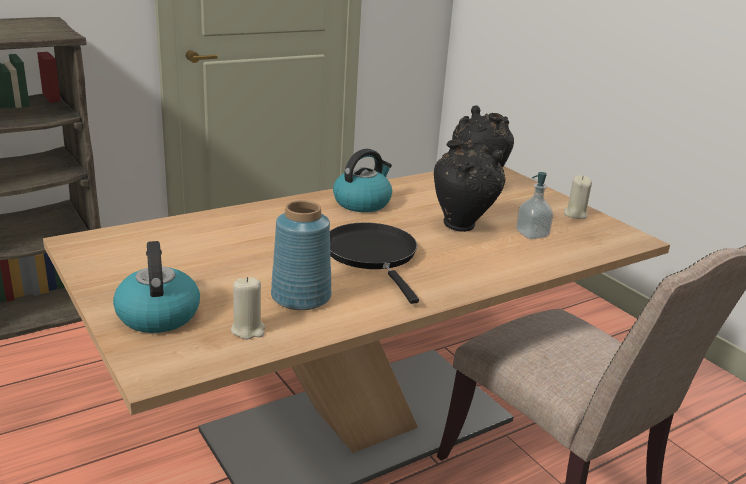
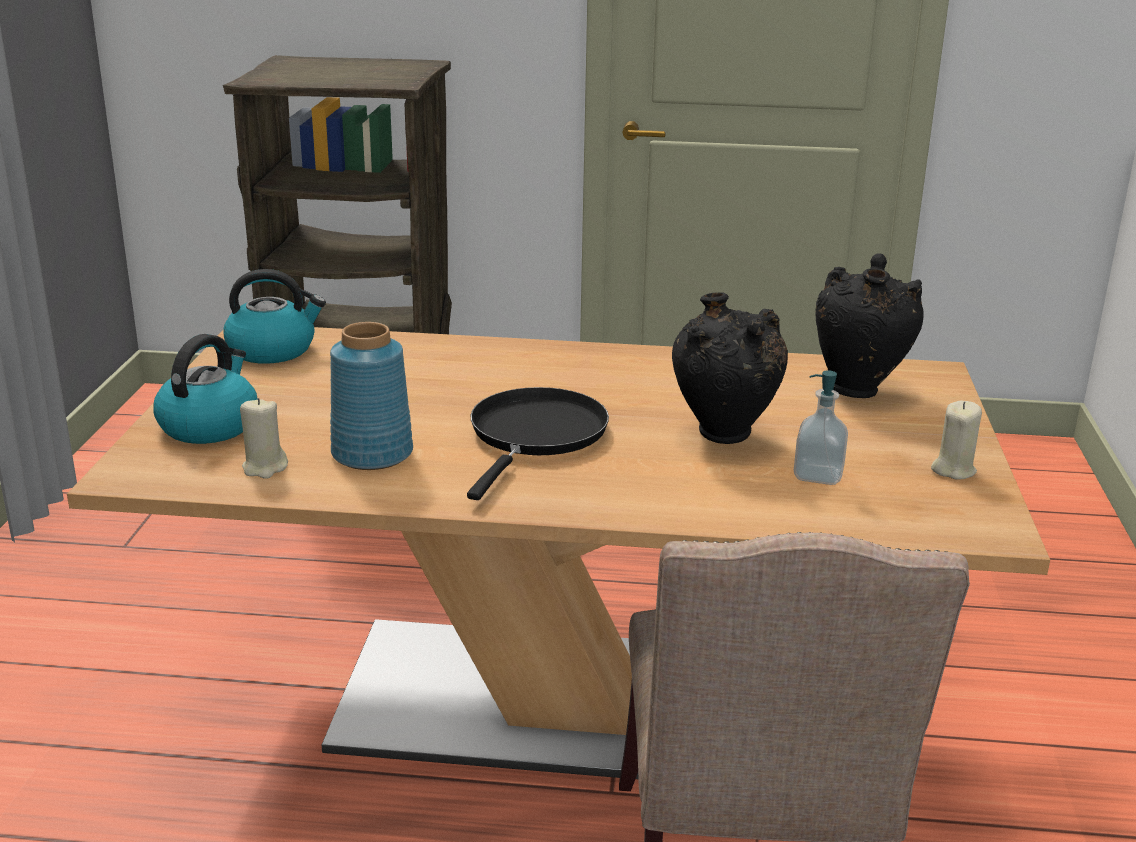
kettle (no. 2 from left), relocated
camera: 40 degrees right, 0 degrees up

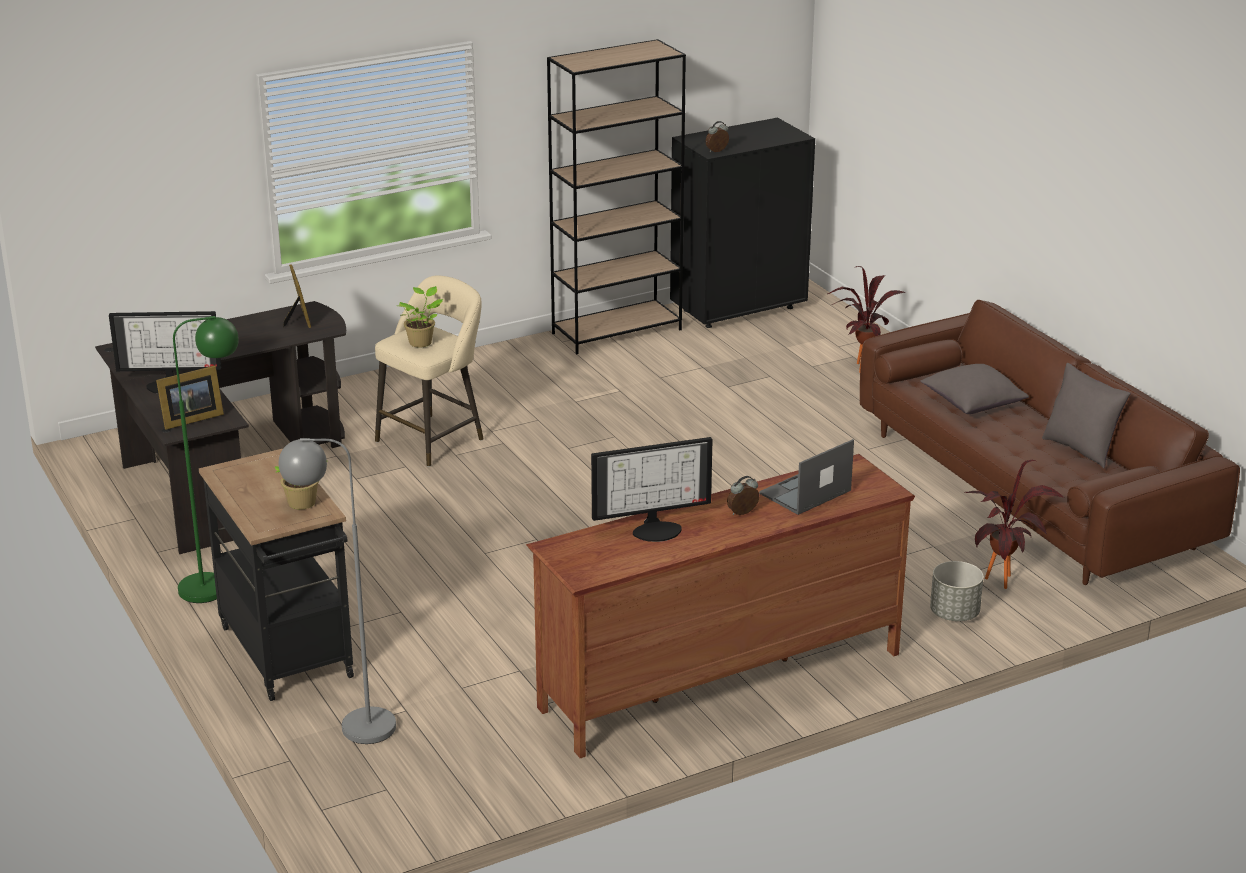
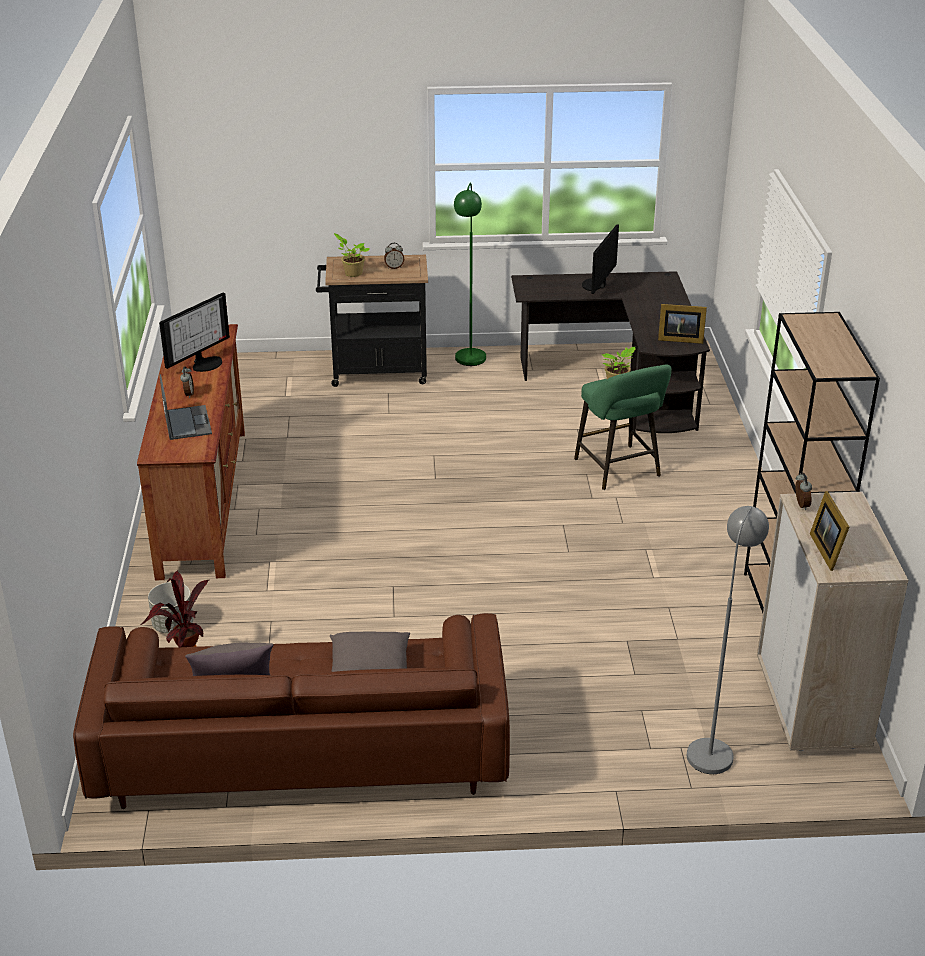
cabinet (black) -> cabinet (beige)
potted plant (no. 3 from left) -> none
stool (beige) -> stool (green)
picture frame (no. 1 from left in the first image) -> picture frame (no. 2 from left), relocated
monitor (no. 2 from left in the first image) -> monitor (no. 1 from left), 150 degrees counterclockwise
floor lamp (grey), relocated
none -> alarm clock (no. 2 from left)
camera: 115 degrees right, 5 degrees up

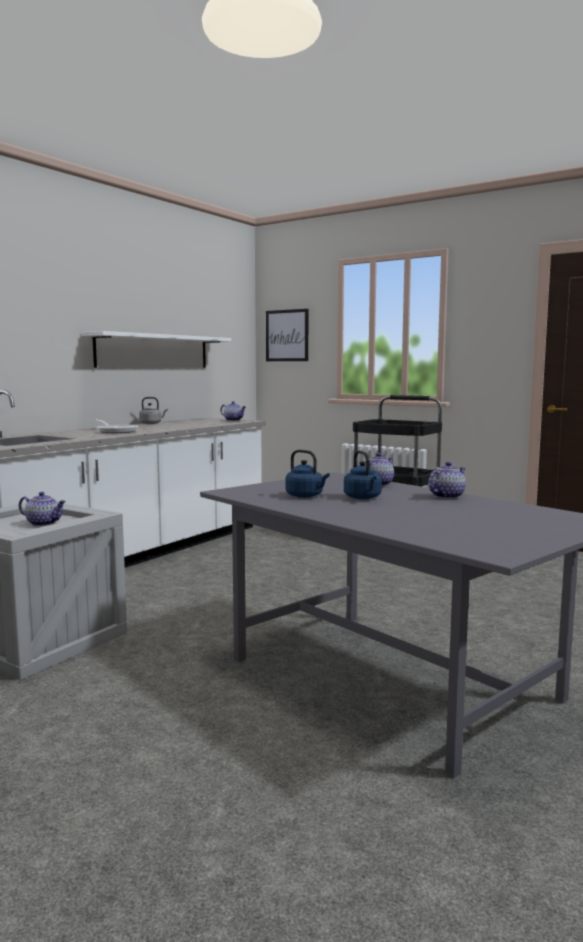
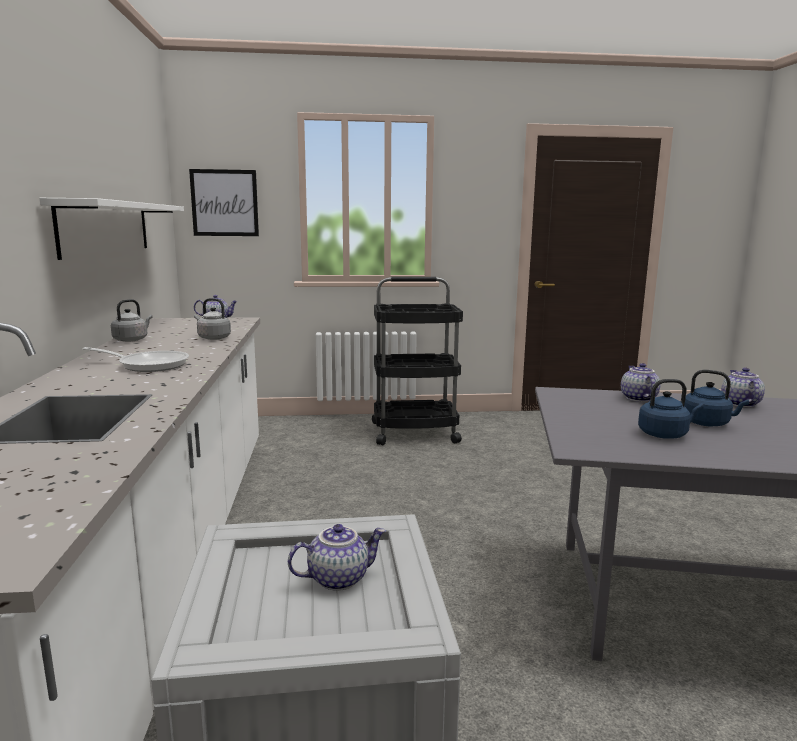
none -> kettle (grey) (no. 2 from left)
camera: 40 degrees left, 5 degrees up

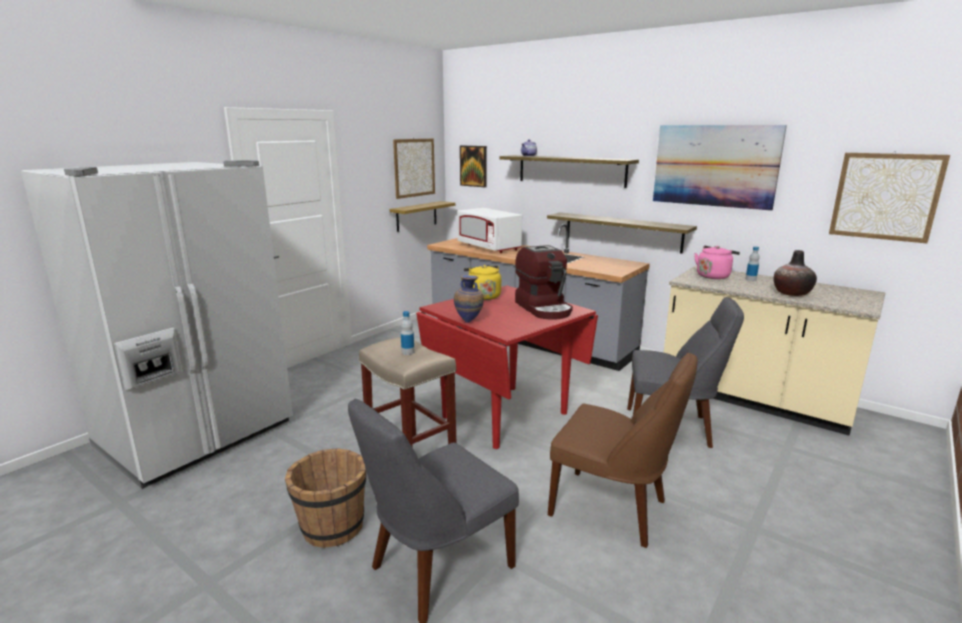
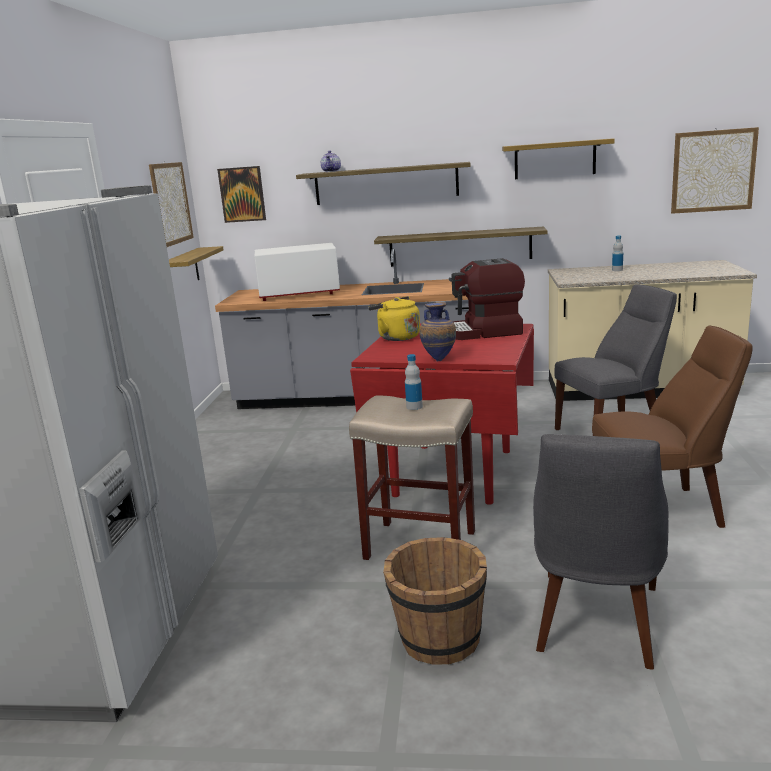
picture (no. 3 from left) -> shelf (no. 4 from left)
microwave (white), 150 degrees clockwise
coffee machine, 135 degrees clockwise
kettle (pink) -> none
vase (no. 2 from left) -> none
camera: 30 degrees left, 0 degrees up

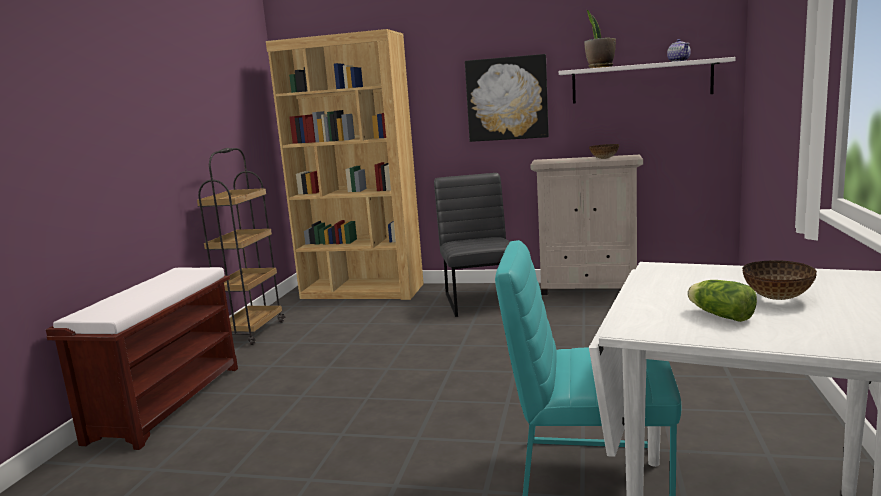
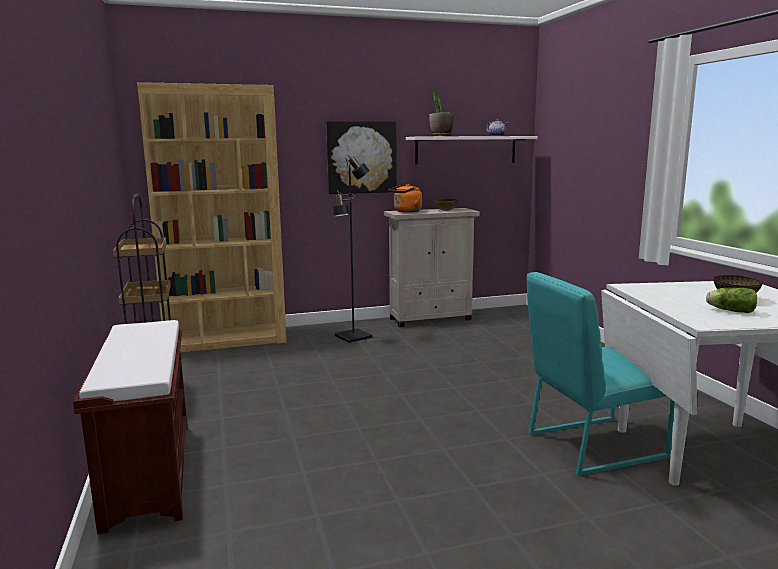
chair (grey) -> floor lamp (black)
none -> kettle (orange)
camera: 30 degrees left, 0 degrees up

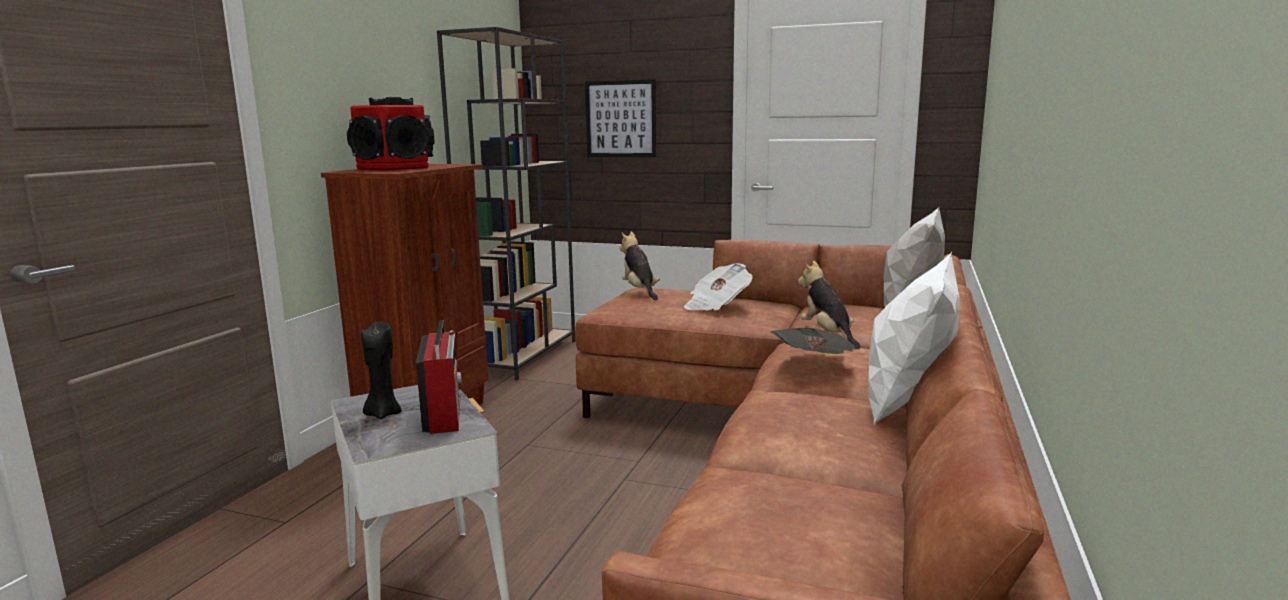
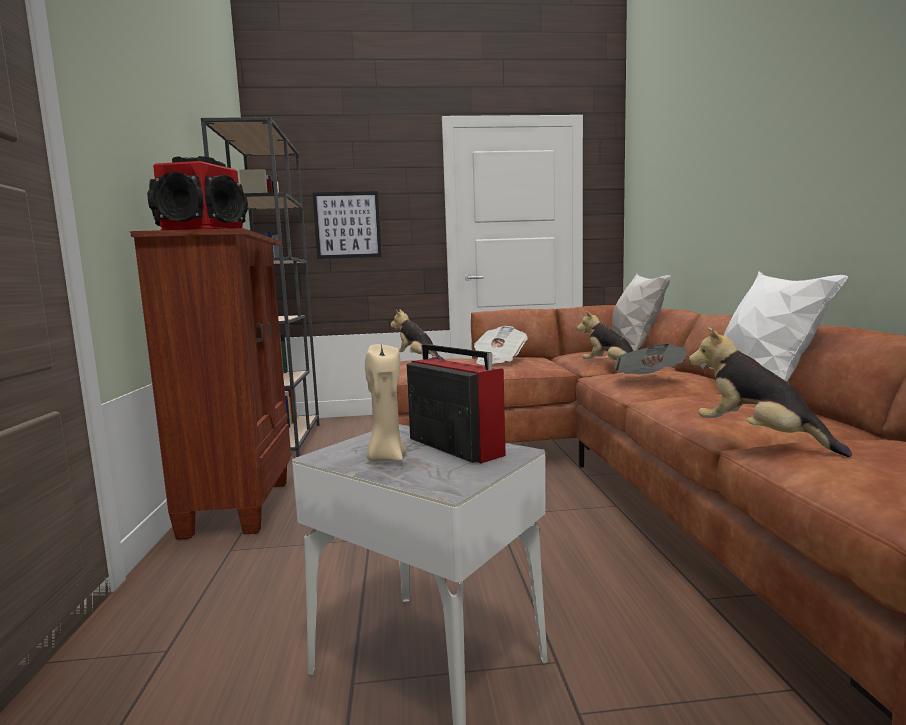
candle (black) -> candle (beige)
none -> plush toy (no. 3 from left)
camera: 25 degrees left, 5 degrees down

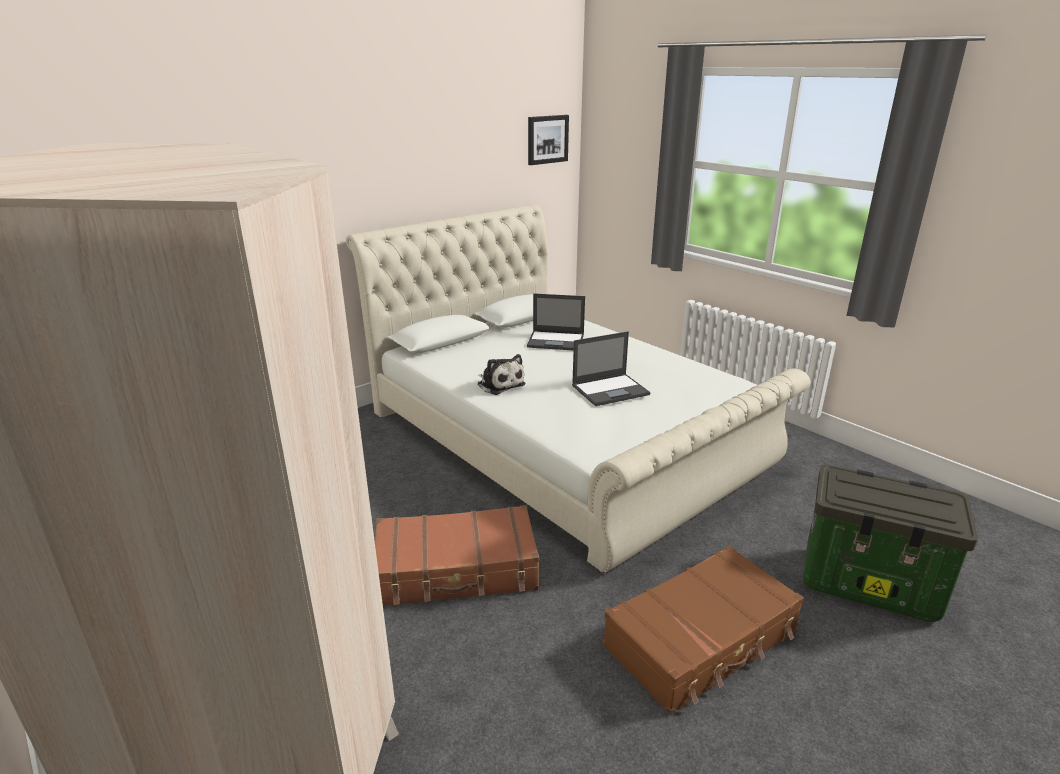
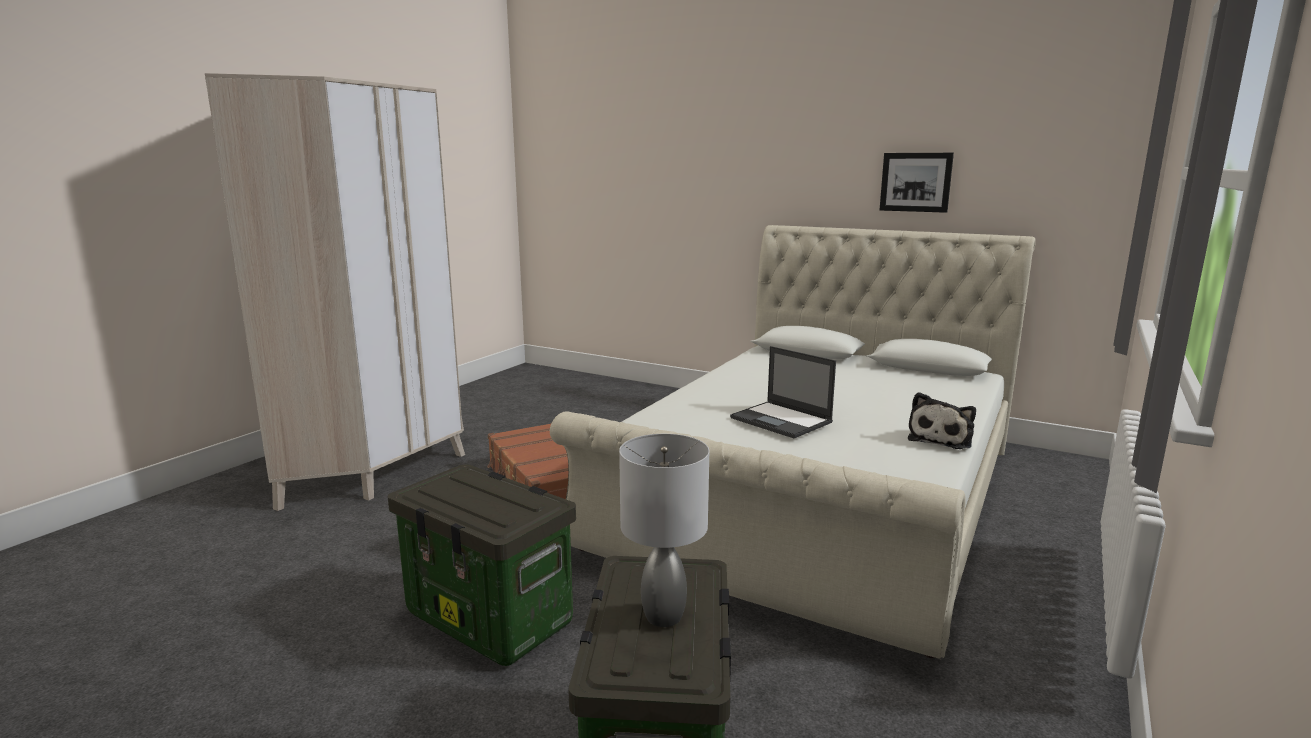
picture, relocated
laptop (no. 1 from left) -> none
plush toy, relocated
suitcase (brown) (no. 2 from left) -> storage box (no. 1 from left)
none -> table lamp (grey)
camera: 70 degrees right, 10 degrees down

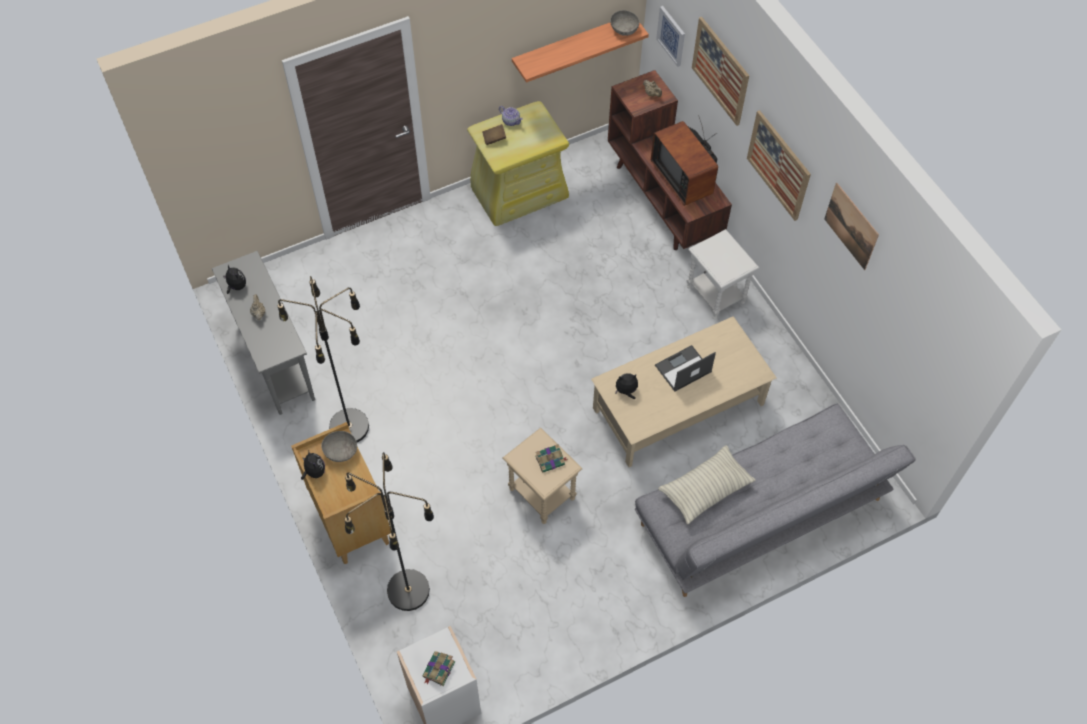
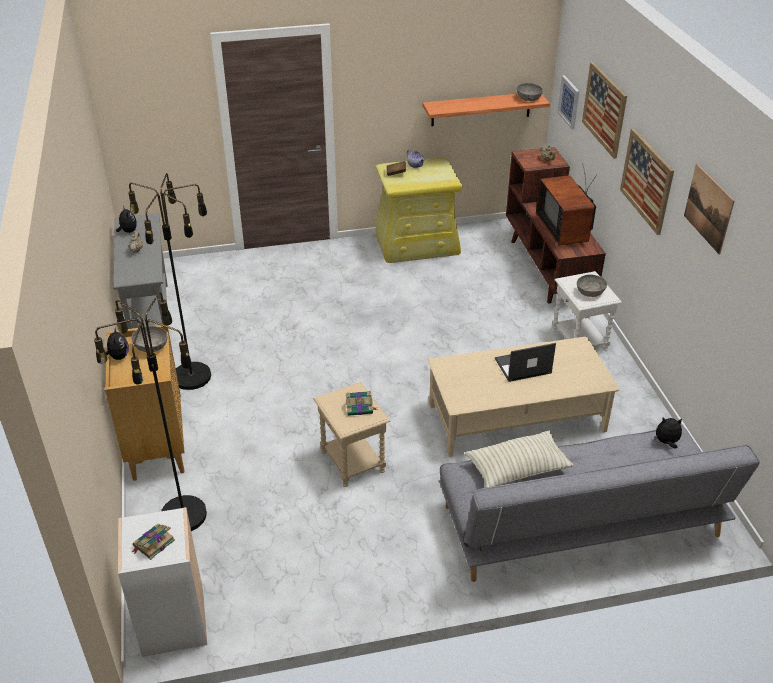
plush toy (no. 3 from left), relocated
none -> bowl (grey) (no. 3 from left)
camera: 15 degrees right, 20 degrees down

